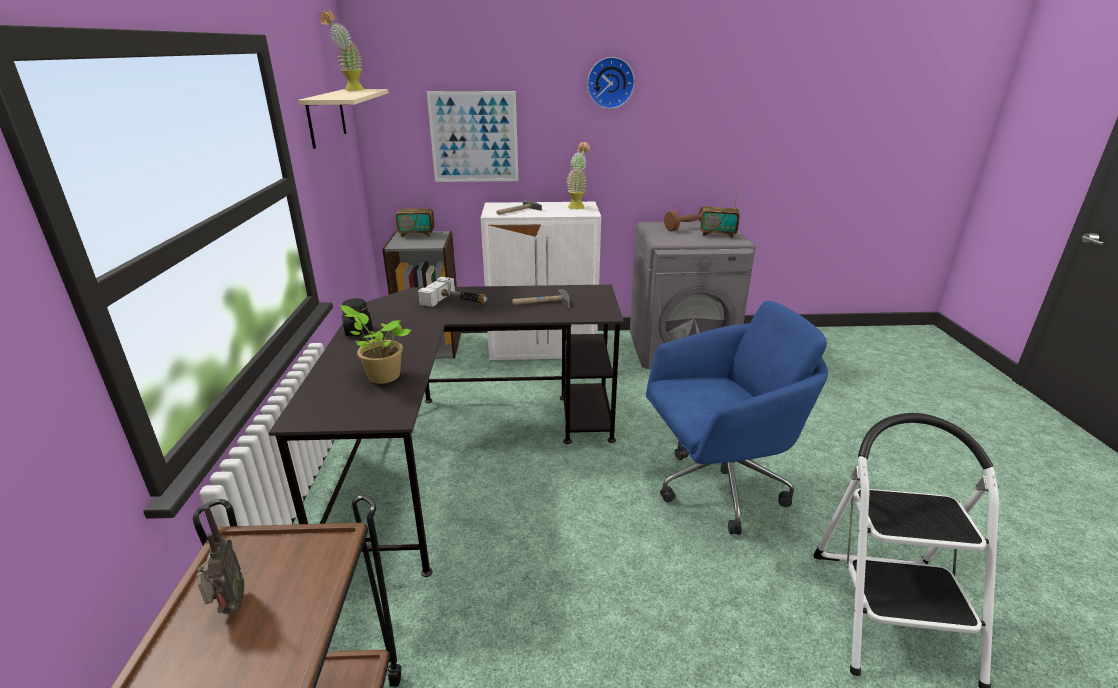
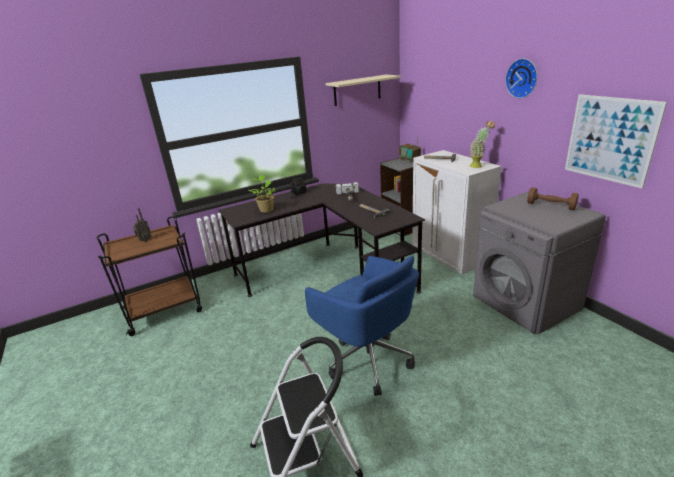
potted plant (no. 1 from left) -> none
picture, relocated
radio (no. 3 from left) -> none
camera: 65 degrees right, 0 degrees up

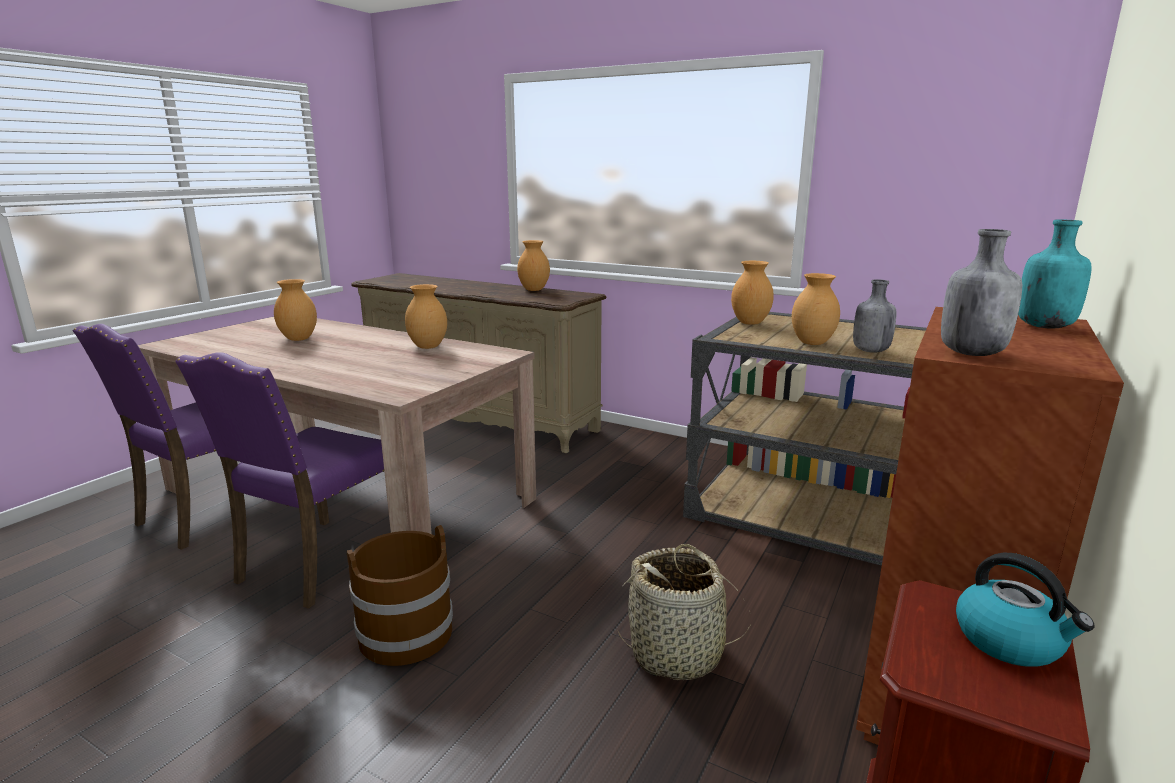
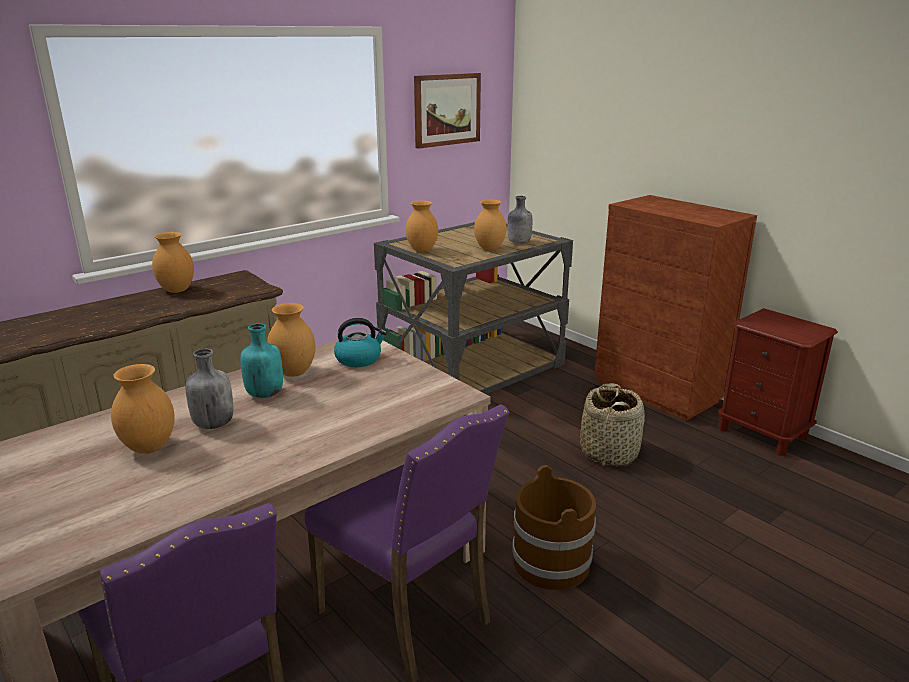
bottle (turquoise), relocated
bottle (grey) (no. 2 from left in the first image) -> bottle (grey) (no. 1 from left), relocated
kettle, relocated
none -> picture
camera: 70 degrees left, 5 degrees up

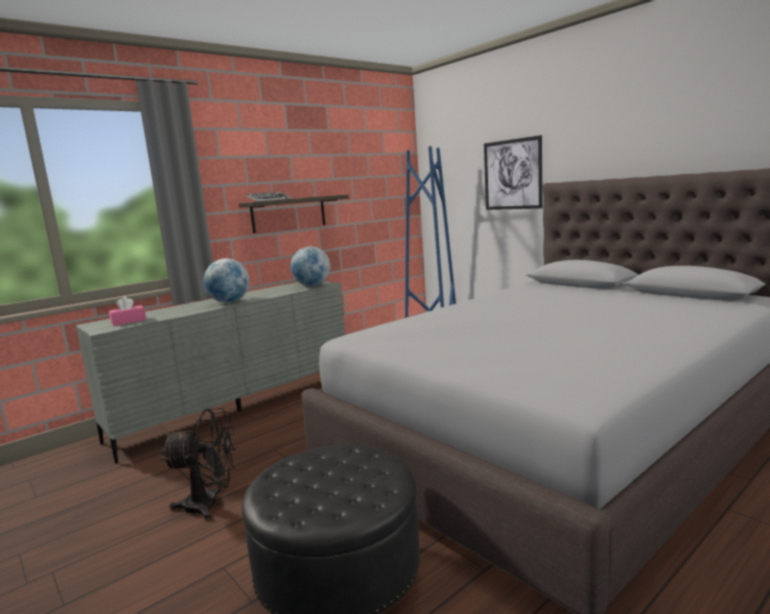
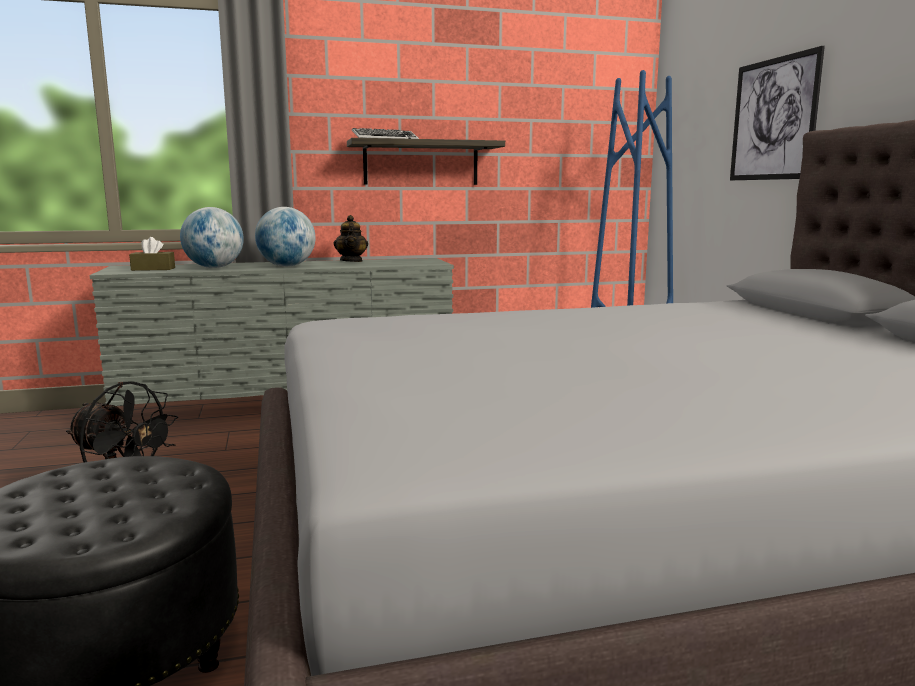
globe (no. 2 from left in the first image) -> globe (no. 1 from left), relocated
tissue box (pink) -> tissue box (brown)
none -> teapot
camera: 25 degrees right, 0 degrees up

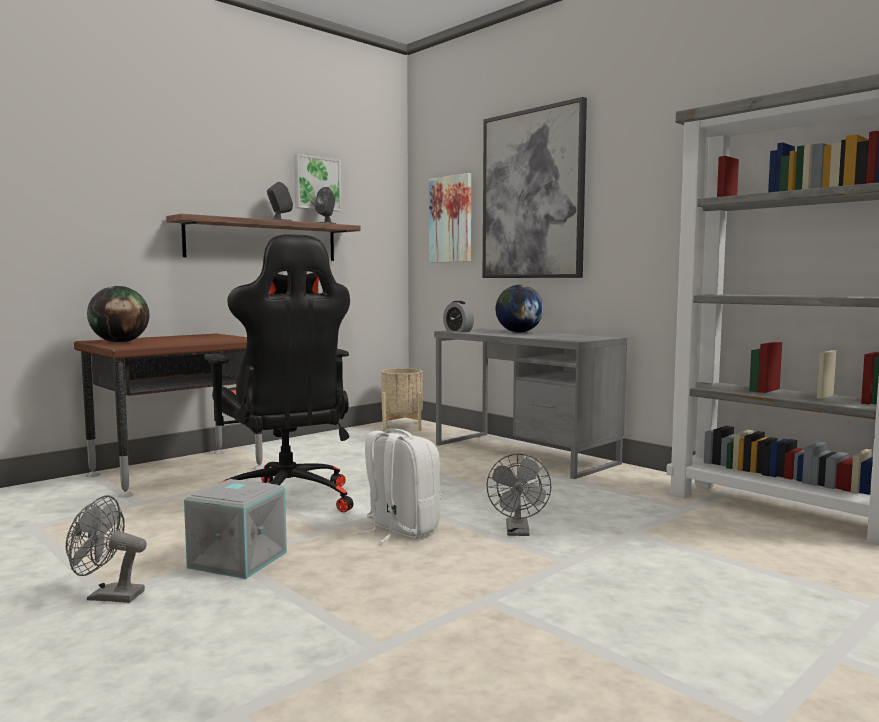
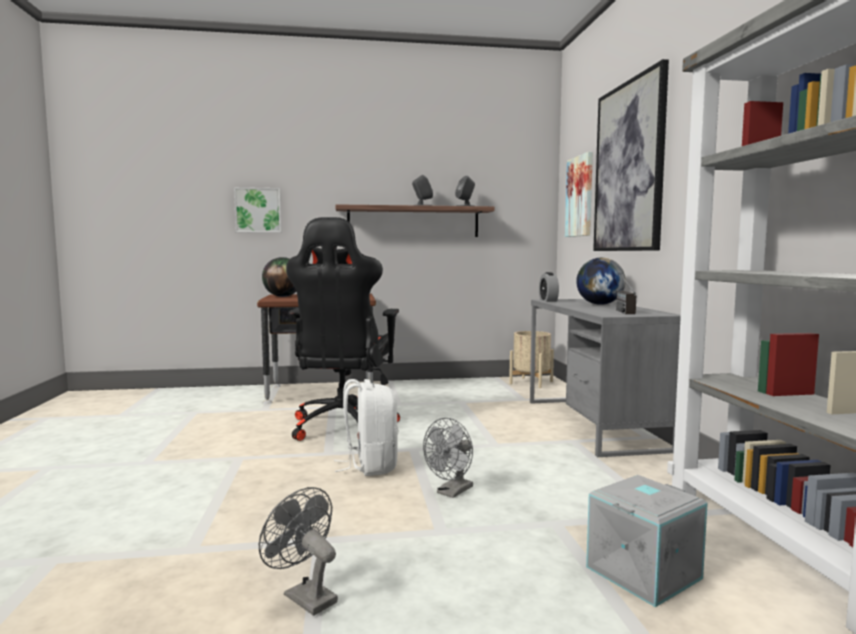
picture (no. 1 from left), relocated
storage box (grey), relocated
fan (grey) (no. 1 from left), relocated
none -> radio
camera: 35 degrees right, 0 degrees up

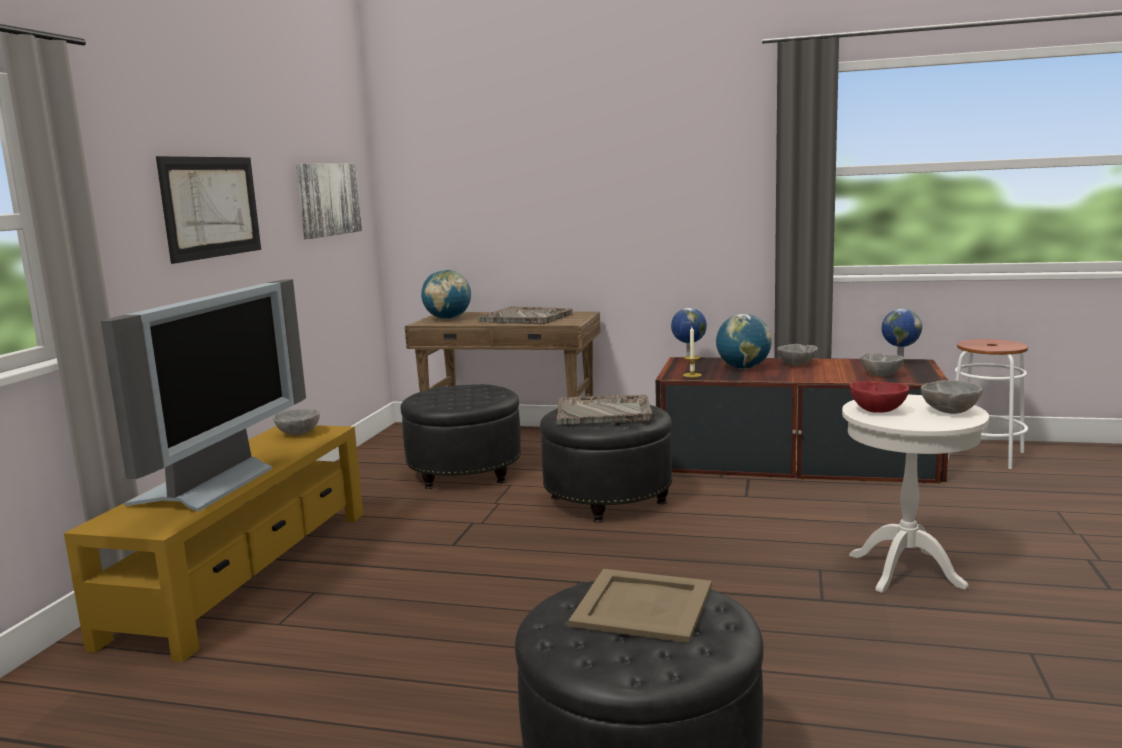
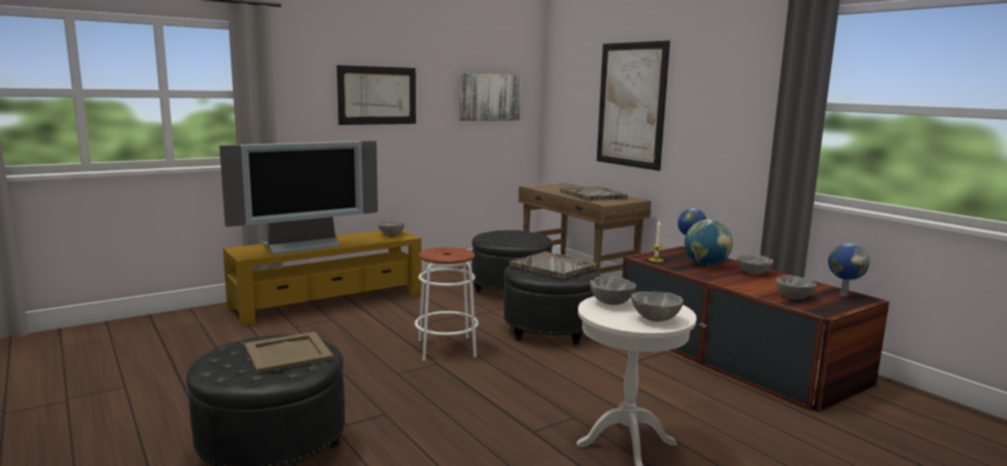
globe (no. 1 from left) -> none
stool (white), relocated
bowl (red) -> bowl (grey) (no. 2 from left)
none -> picture (no. 3 from left)
camera: 40 degrees right, 0 degrees up

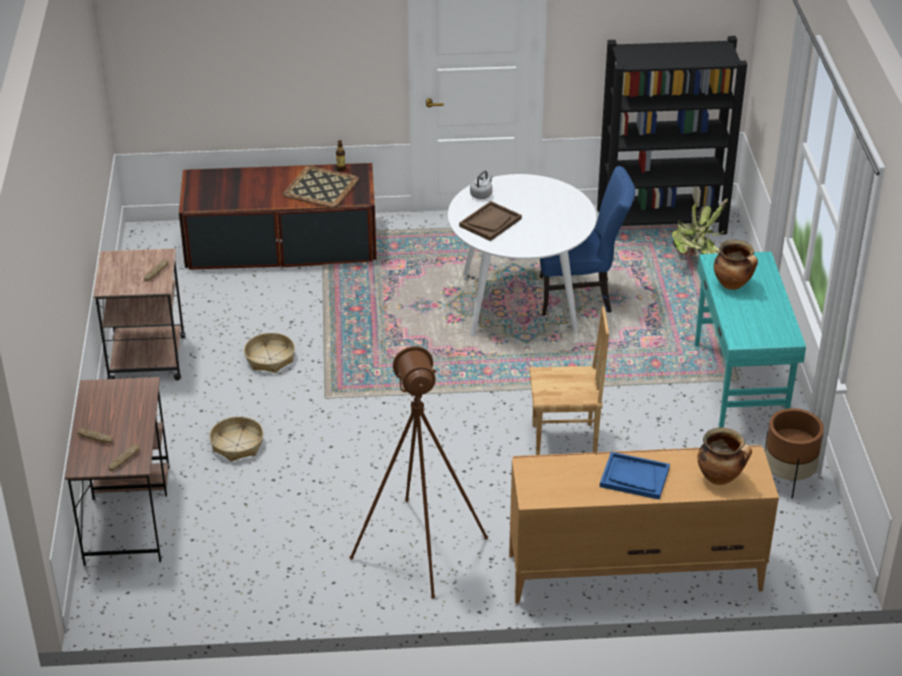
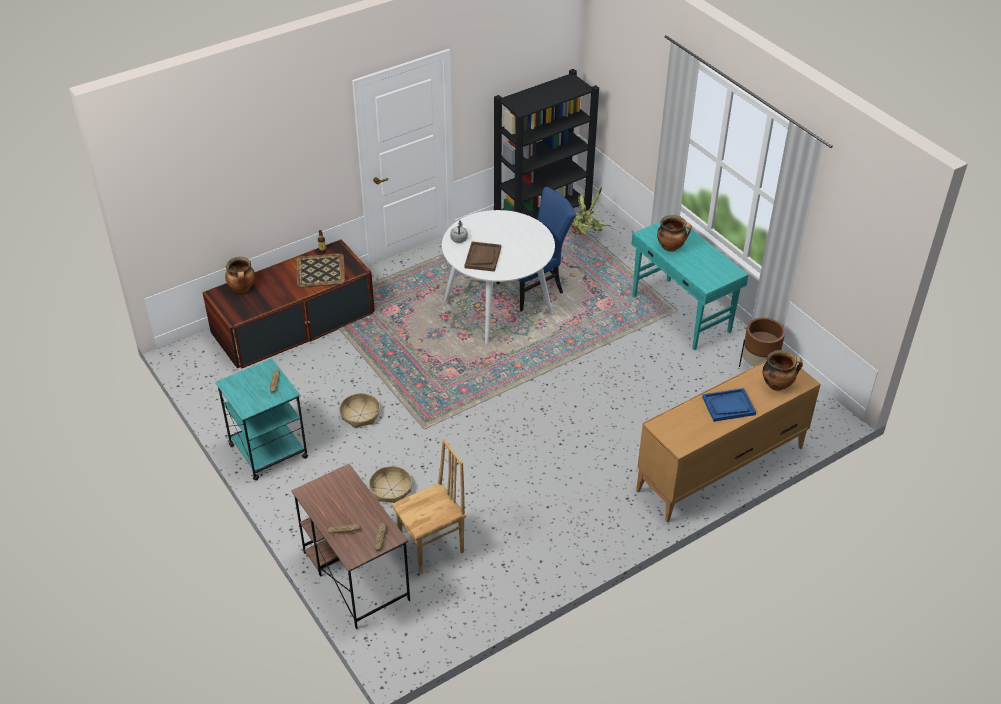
cart (brown) -> cart (turquoise)
chair (brown), relocated
floor lamp (brown) -> none
none -> cooking pot (no. 1 from left)
camera: 30 degrees left, 5 degrees up

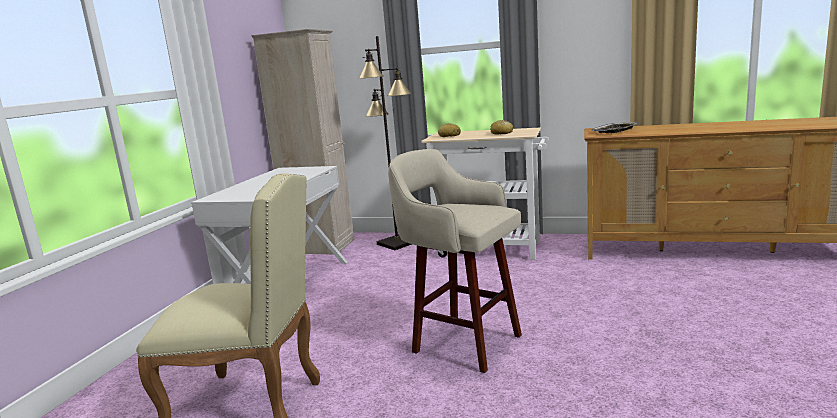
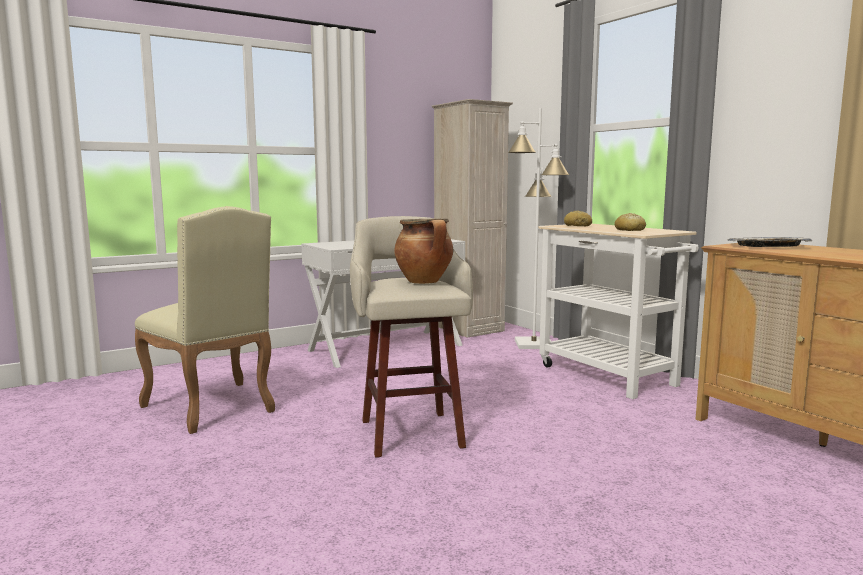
floor lamp (black) -> floor lamp (white)
none -> cooking pot
camera: 40 degrees right, 5 degrees down

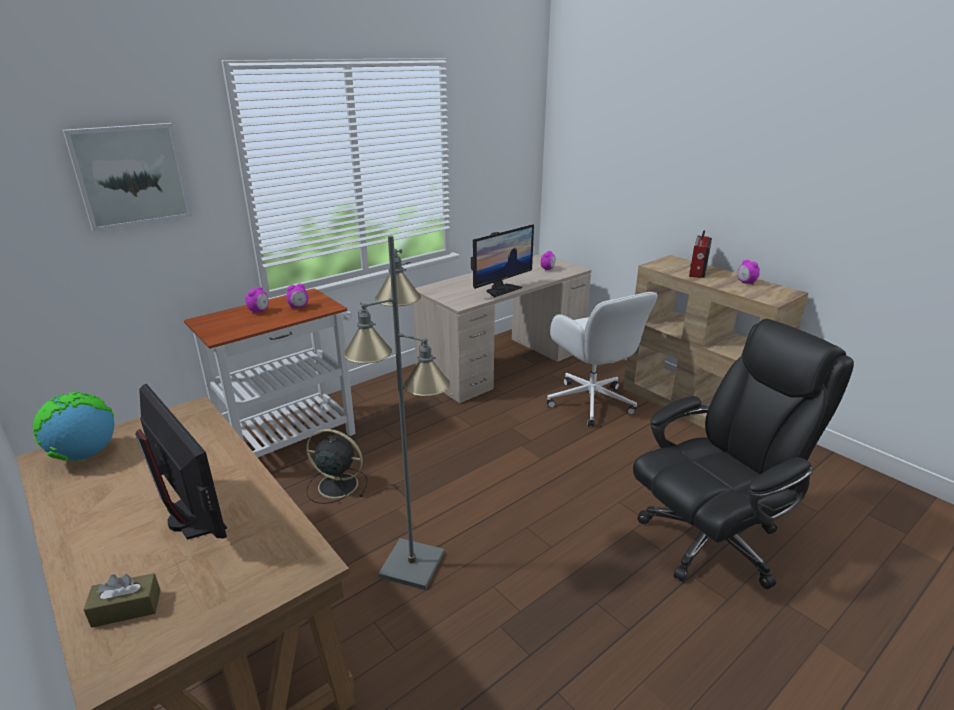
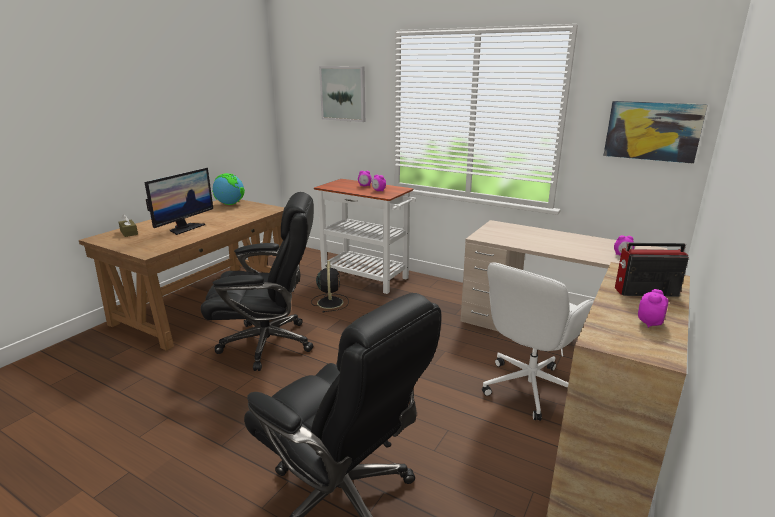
monitor (no. 2 from left) -> none
floor lamp (grey) -> office chair (black) (no. 1 from left)
none -> picture (no. 2 from left)
camera: 70 degrees right, 5 degrees down

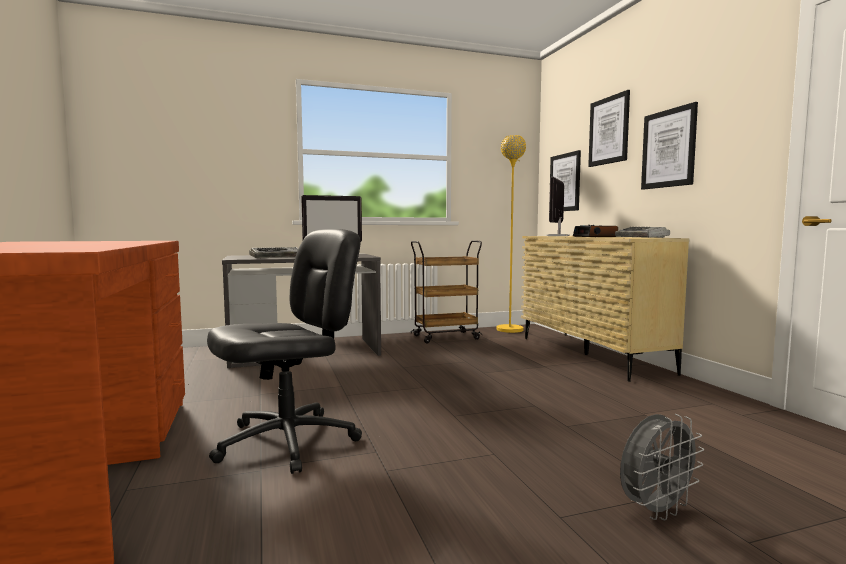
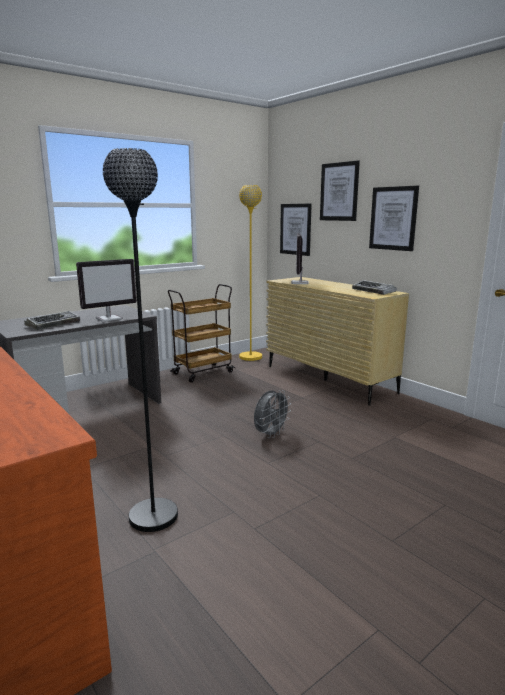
alarm clock -> none
office chair (black) -> floor lamp (black)
fan (grey), relocated
camera: 20 degrees left, 10 degrees up

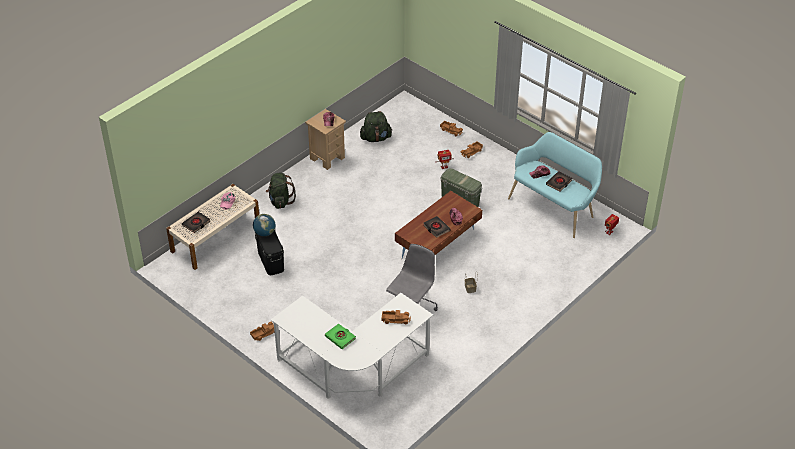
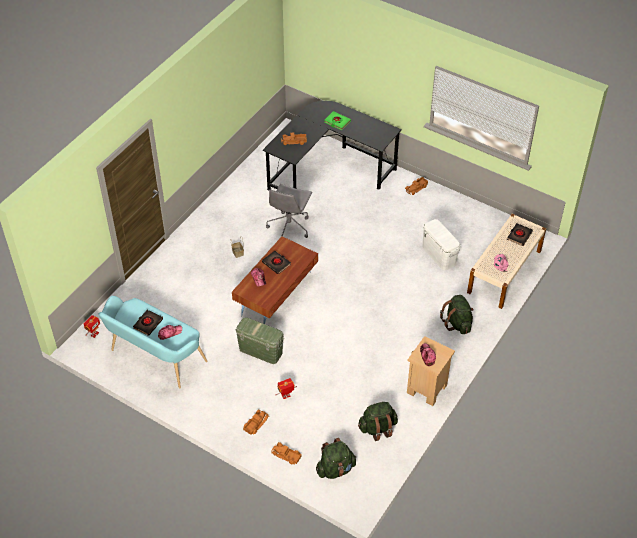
globe -> none
storage box (black) -> storage box (white)
desk (white) -> desk (black)
none -> backpack (green) (no. 1 from left)
camera: 170 degrees right, 5 degrees up

